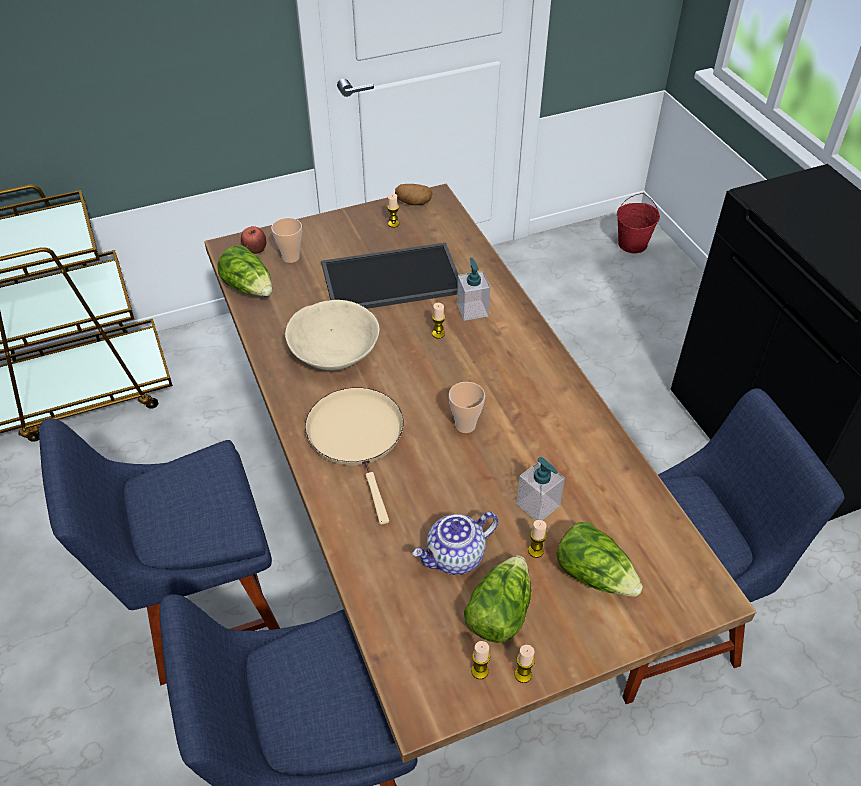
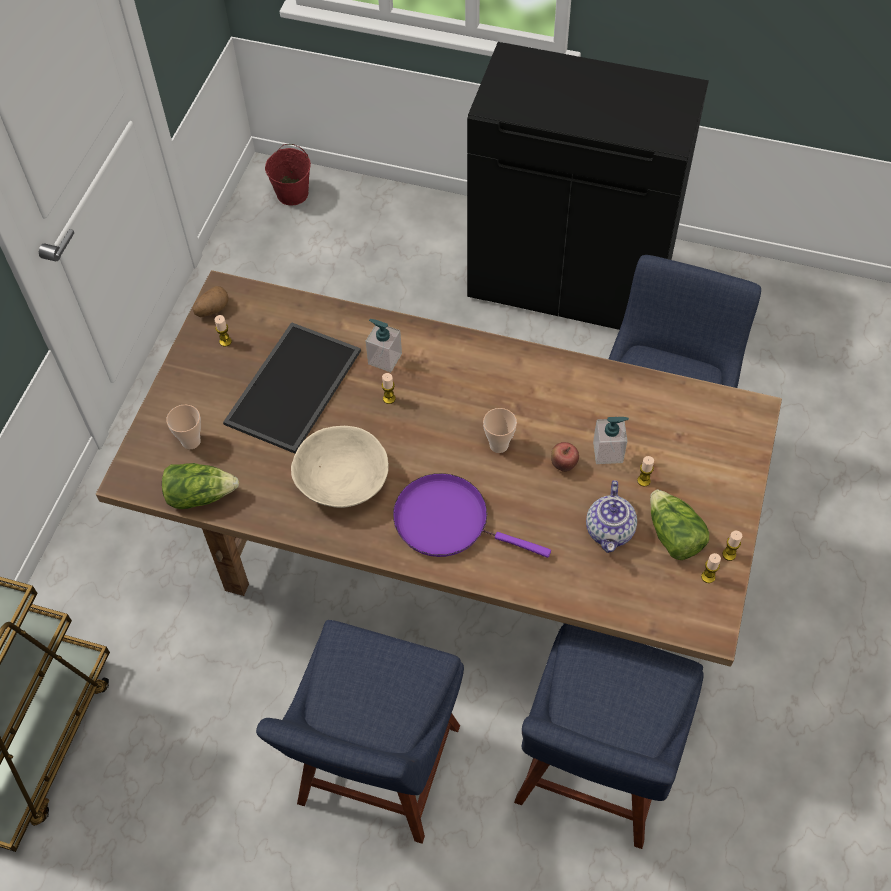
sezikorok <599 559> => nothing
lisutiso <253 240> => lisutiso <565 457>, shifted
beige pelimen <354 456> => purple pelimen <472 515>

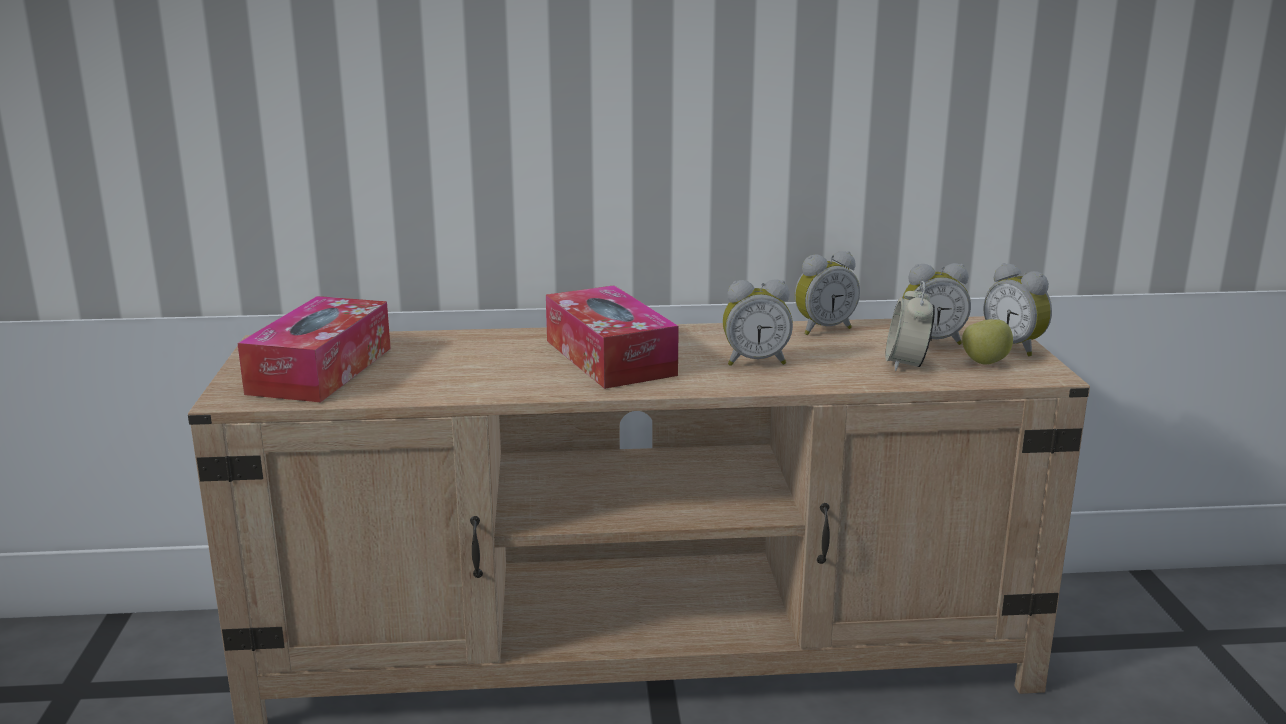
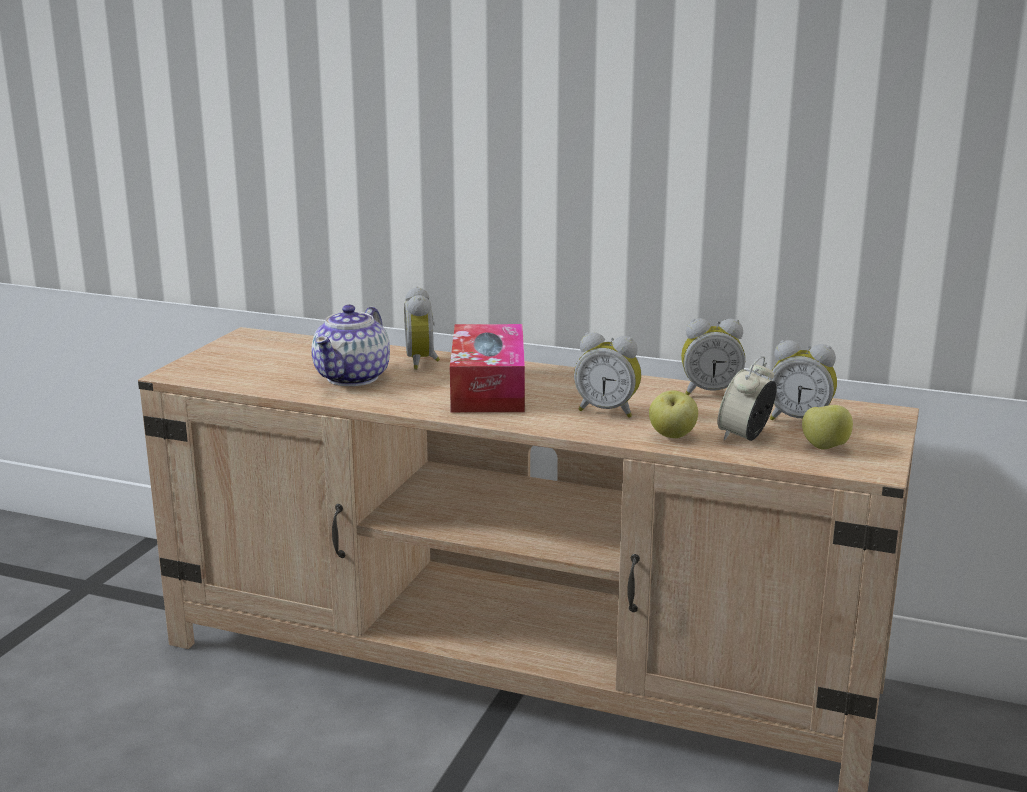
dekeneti <314 349> => nothing
nothing => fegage <350 345>
nothing => lisutiso <673 414>
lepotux <1018 310> => lepotux <422 328>, shifted

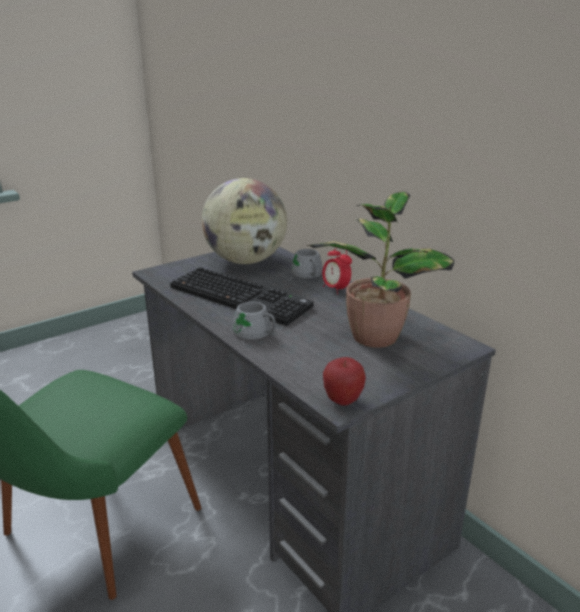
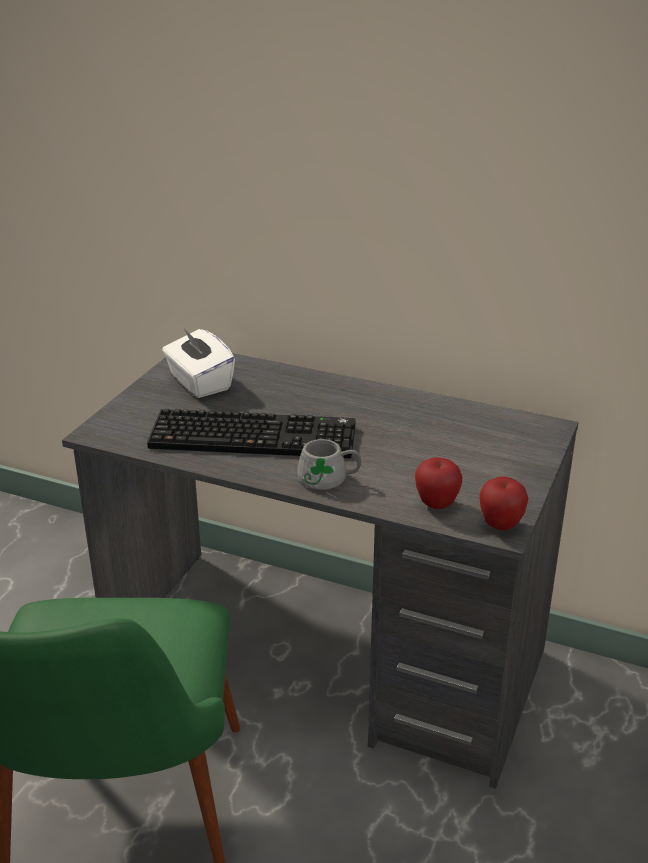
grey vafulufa <306 265> => nothing
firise <380 270> => nothing
lepotux <337 270> => nothing
nothing => lisutiso <438 483>
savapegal <244 221> => white dekeneti <198 362>

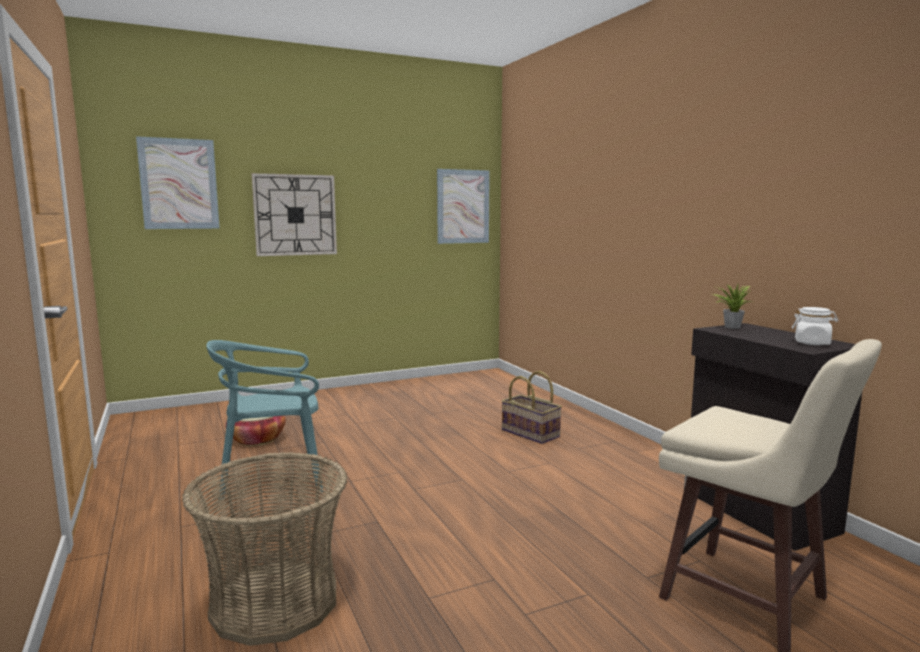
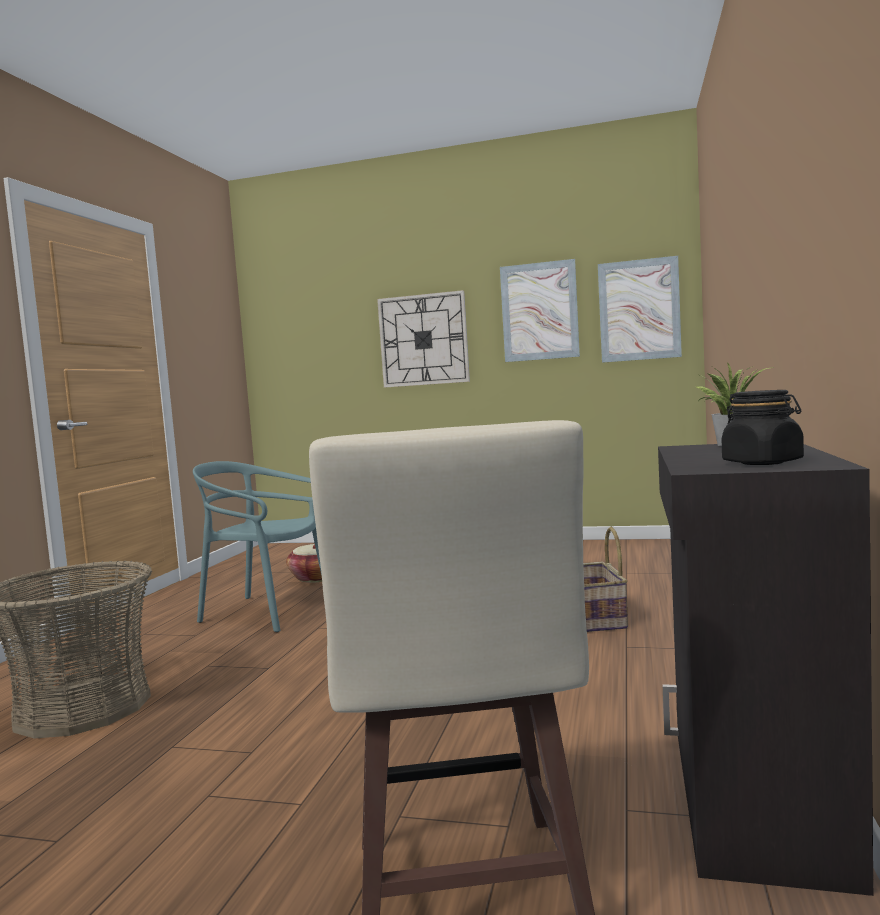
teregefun <178 182> => teregefun <540 310>, shifted
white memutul <815 326> => black memutul <763 427>

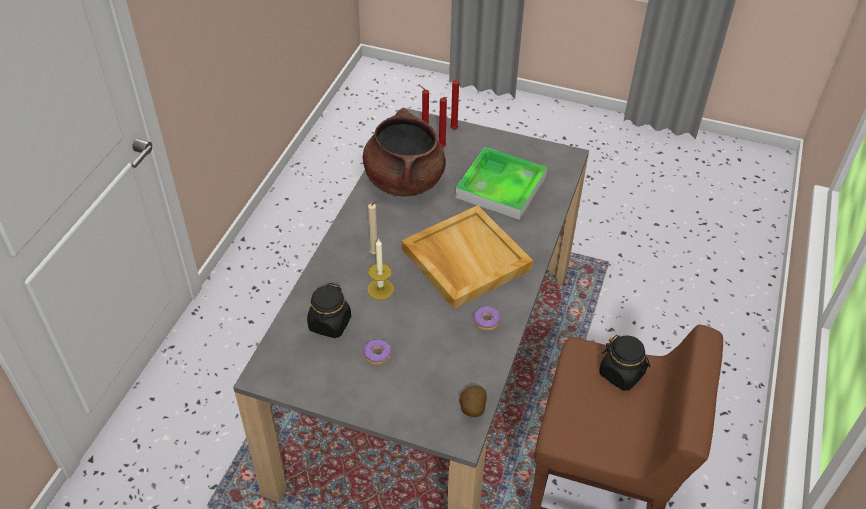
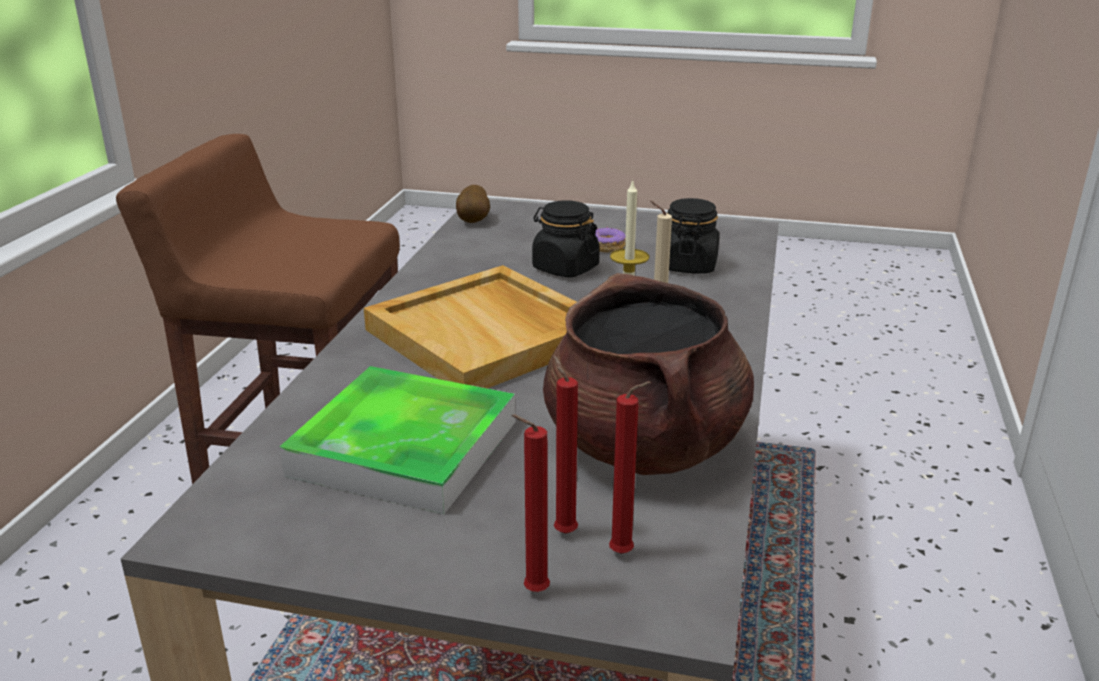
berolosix <487 318> => nothing
black memutul <624 363> => black memutul <566 238>, shifted

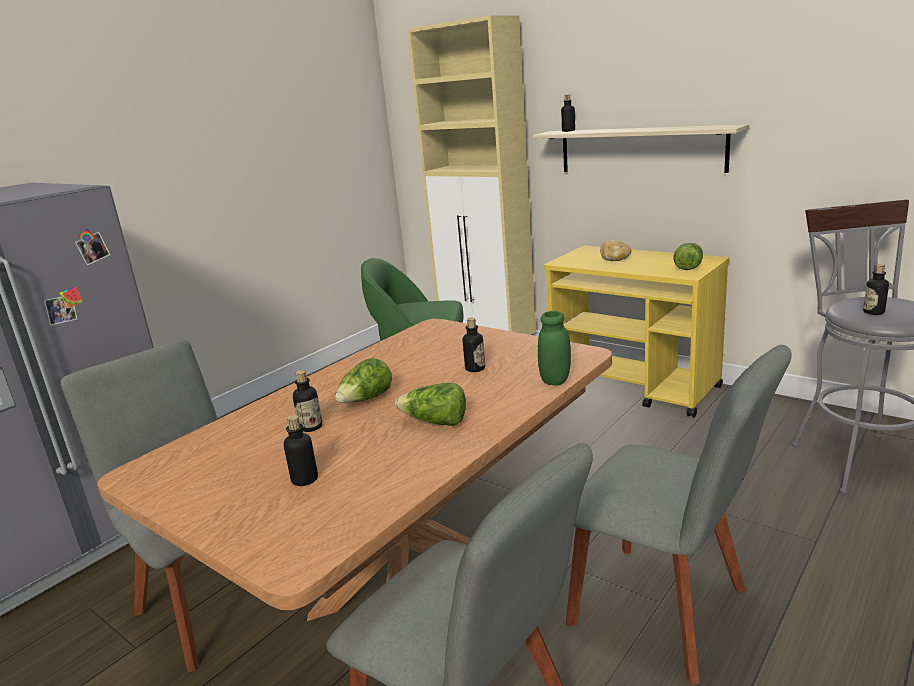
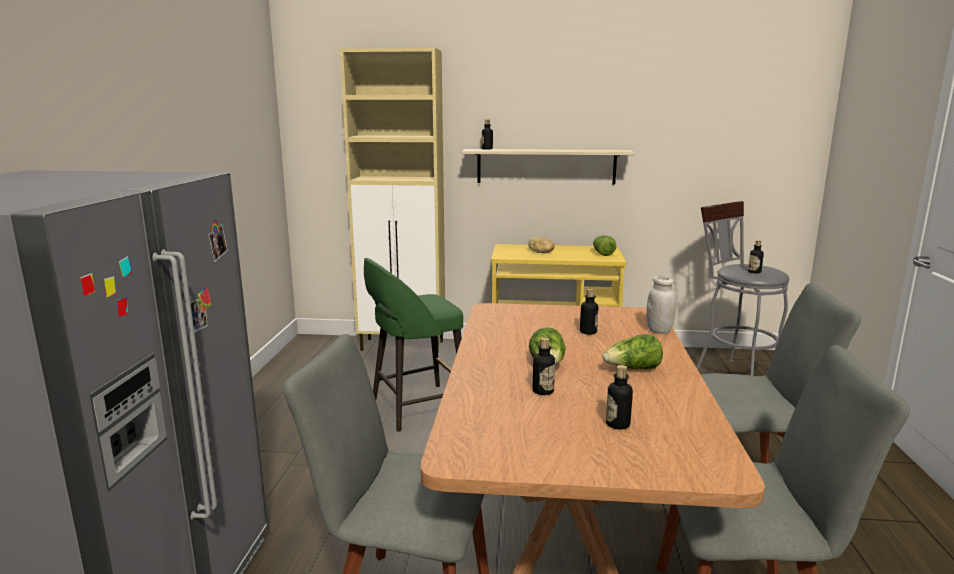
green memutul <554 348> => white memutul <661 305>

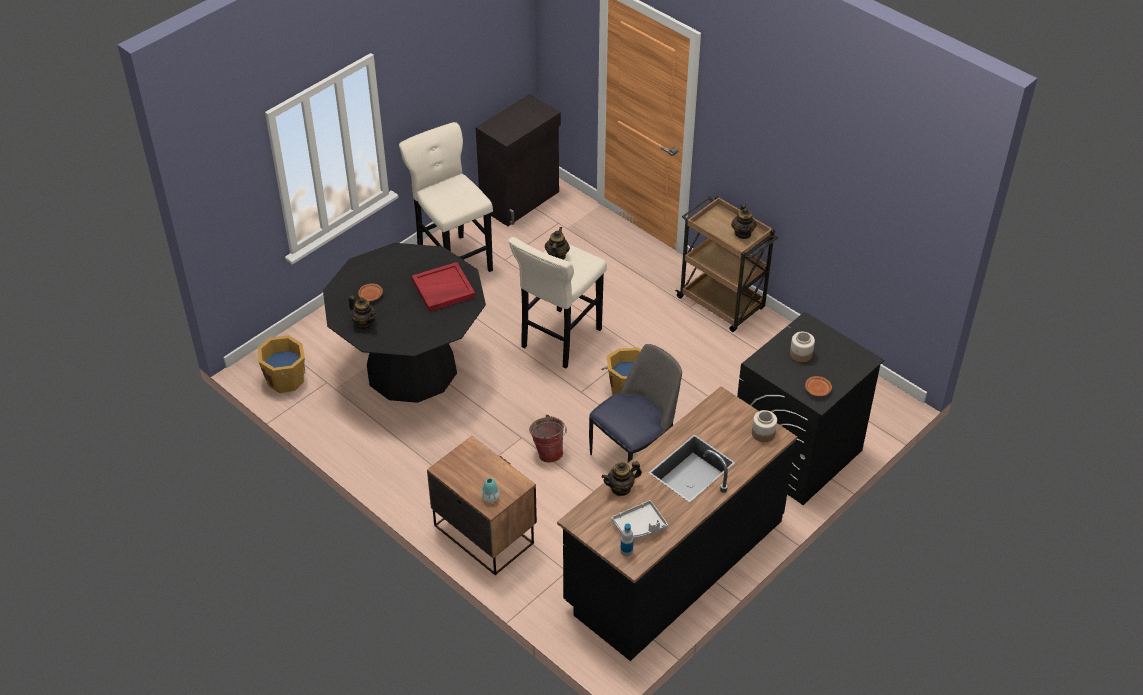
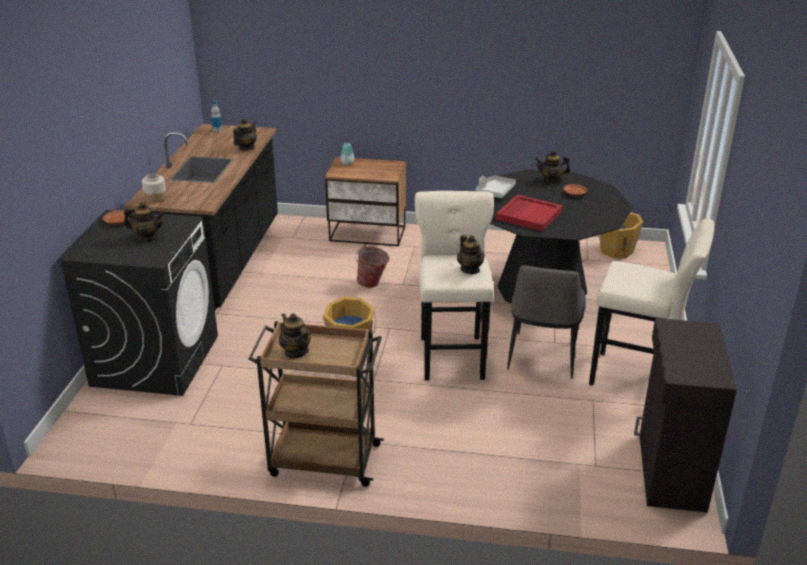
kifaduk <635 403> => kifaduk <546 322>, shifted
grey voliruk <639 520> => grey voliruk <496 187>, shifted
memutul <802 347> => fegage <144 221>

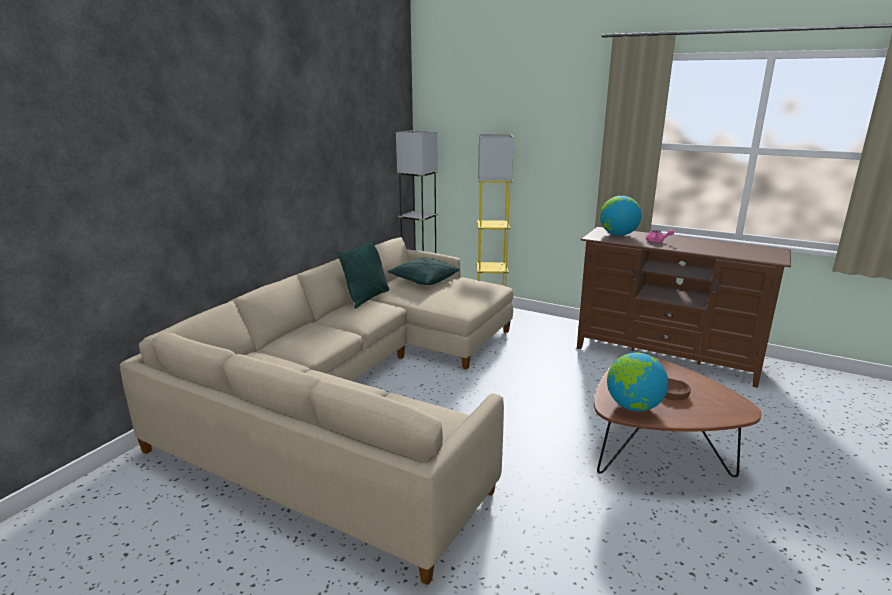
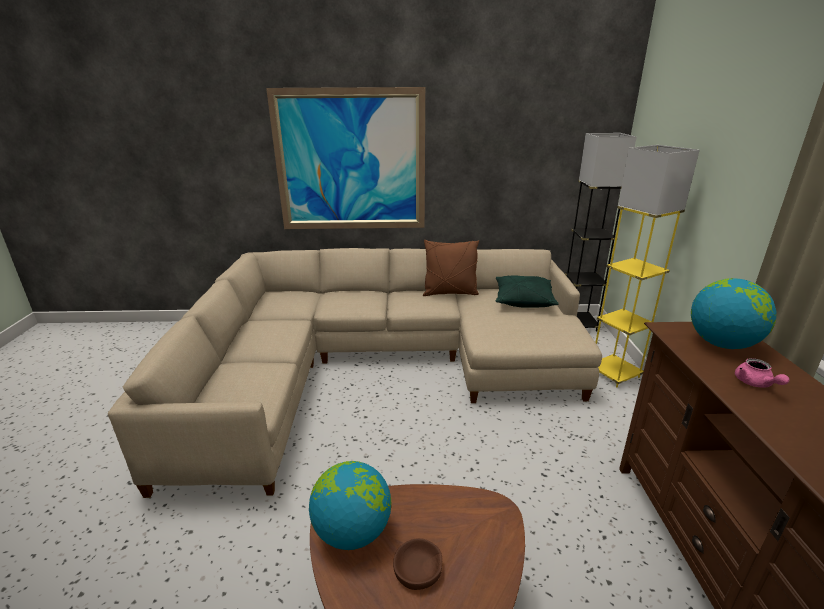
nothing => teregefun <345 158>
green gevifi <363 274> => brown gevifi <451 268>

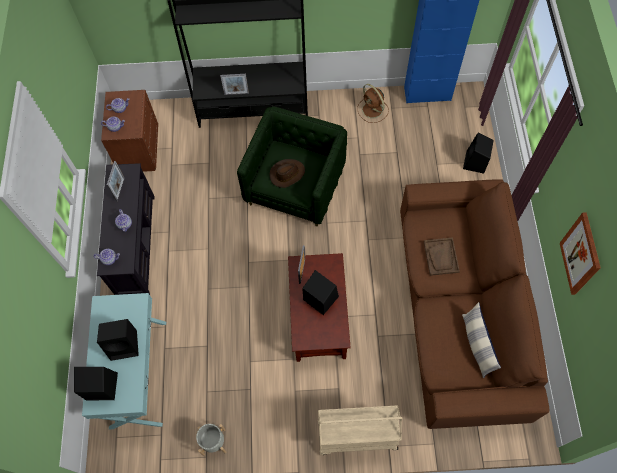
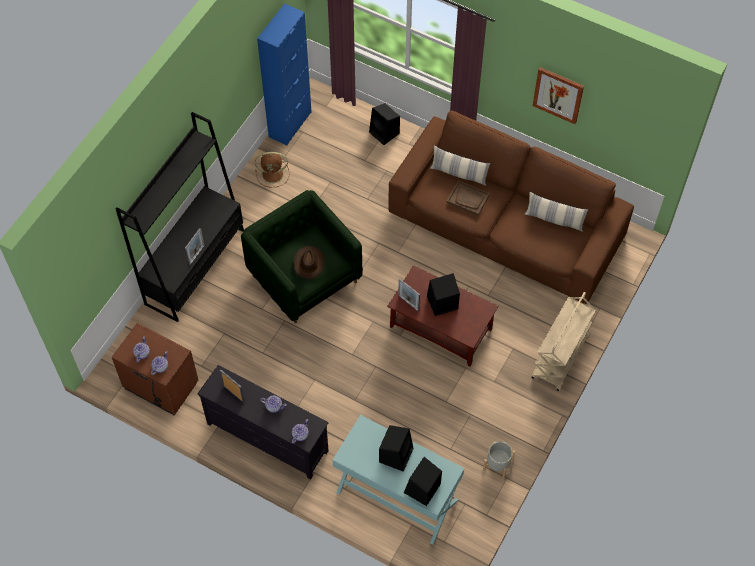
nothing => gevifi <460 165>

